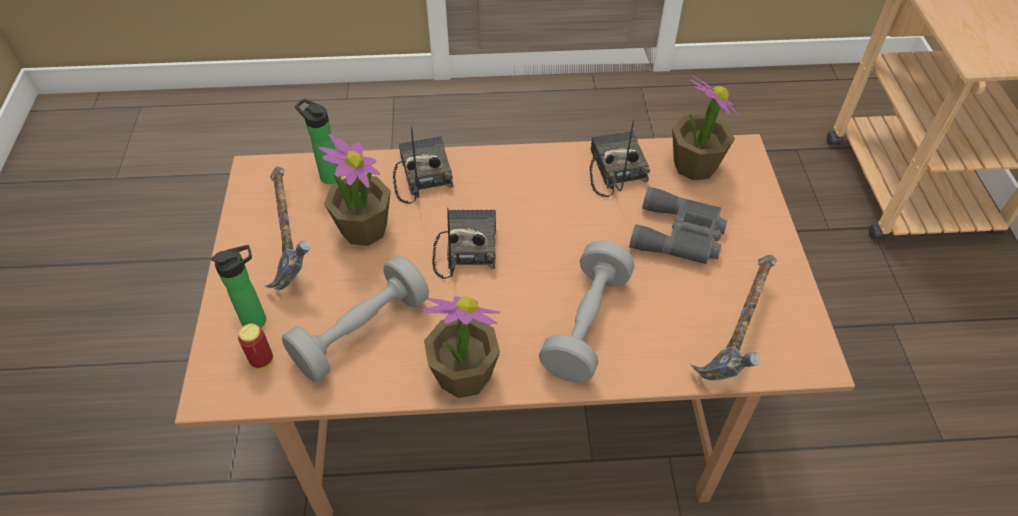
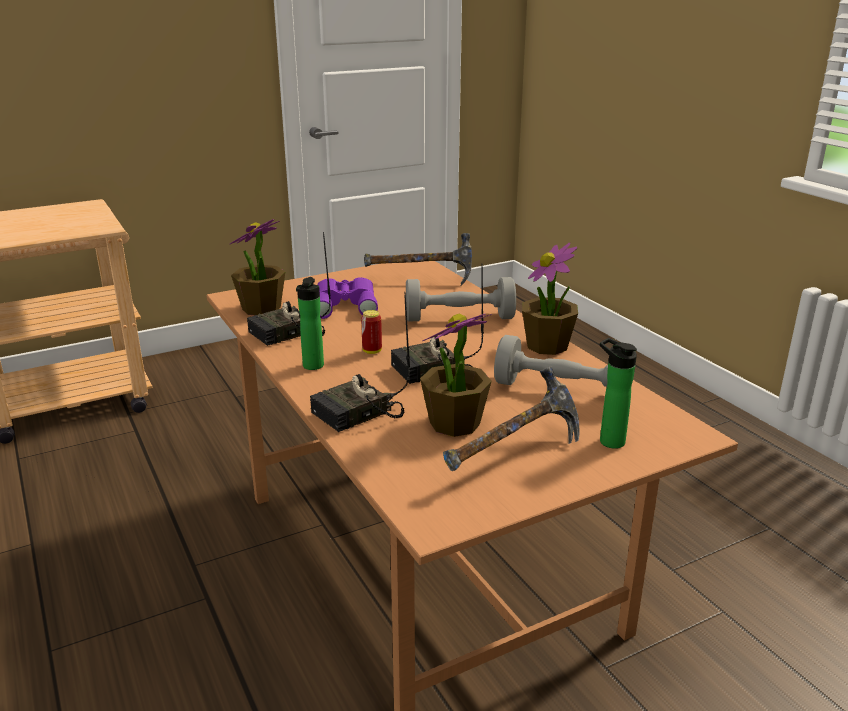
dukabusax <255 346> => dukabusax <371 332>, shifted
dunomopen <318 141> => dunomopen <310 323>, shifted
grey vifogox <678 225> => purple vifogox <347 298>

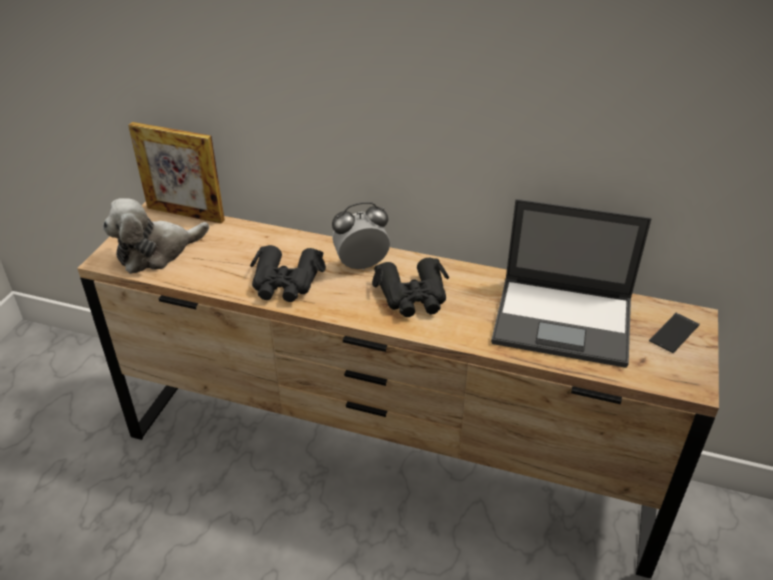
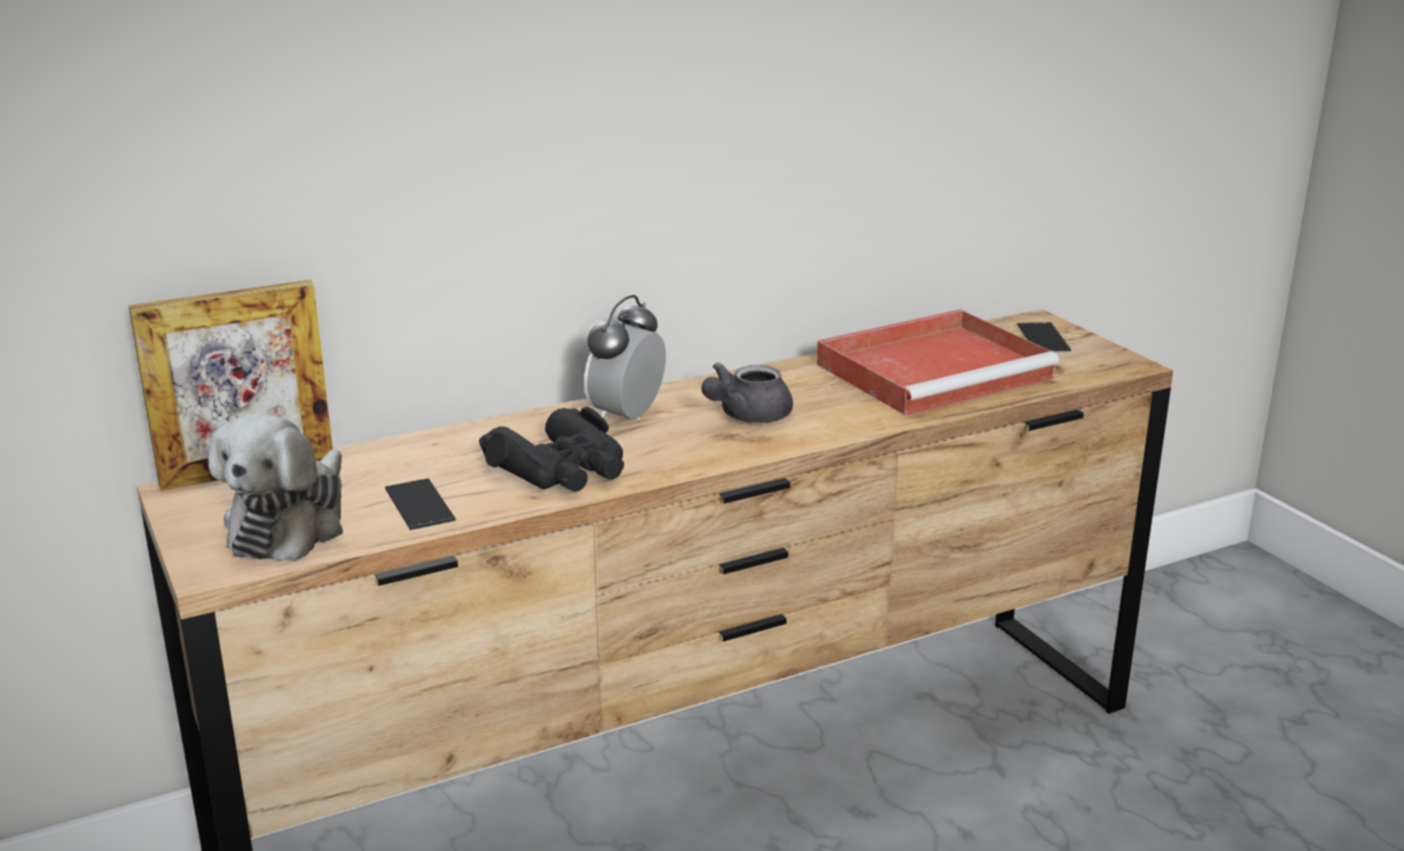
nothing => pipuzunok <420 504>
black vifogox <410 287> => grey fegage <747 392>
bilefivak <571 283> => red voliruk <938 362>

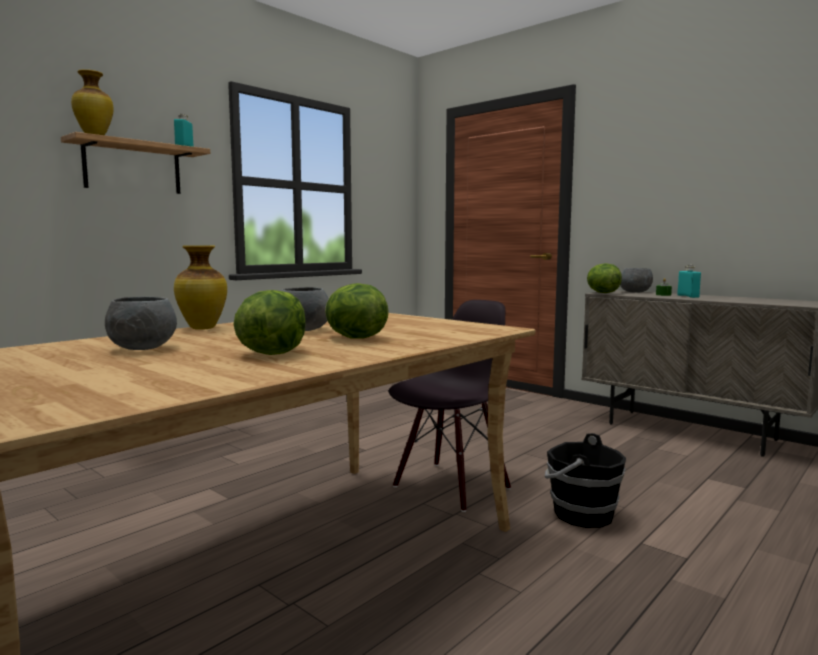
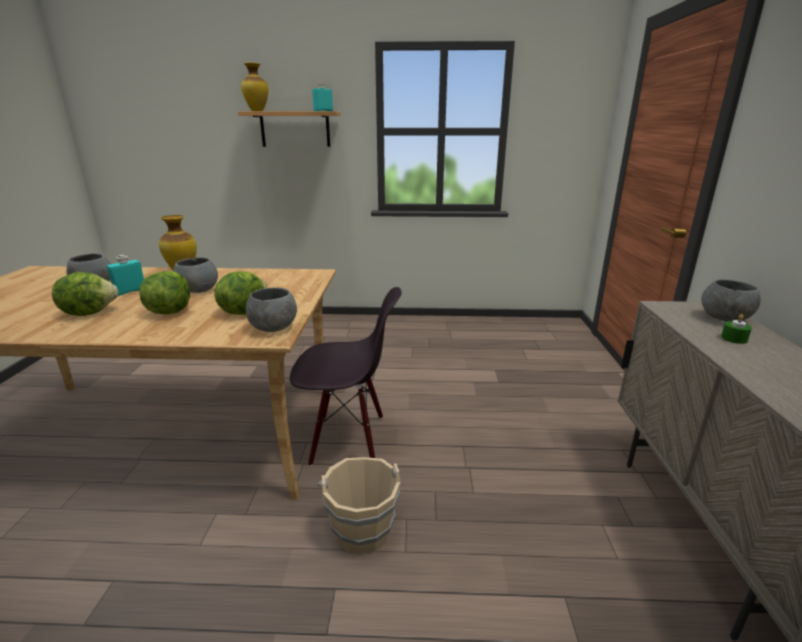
nothing => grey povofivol <271 310>
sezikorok <604 278> => sezikorok <240 293>, shifted
turquoise dunomopen <689 281> => turquoise dunomopen <125 275>, shifted
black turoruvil <585 480> => beige turoruvil <359 505>

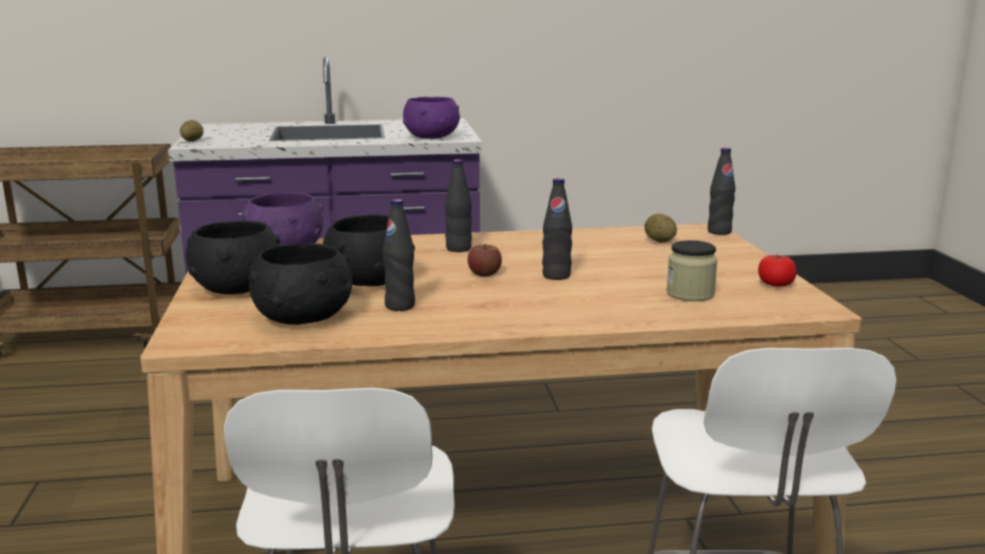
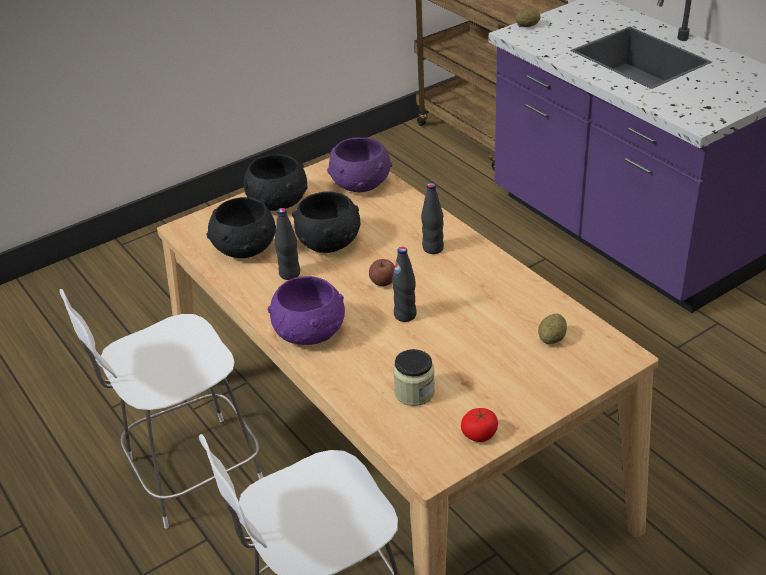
black dunomopen <721 191> => nothing
purple povofivol <431 118> => purple povofivol <306 310>, shifted

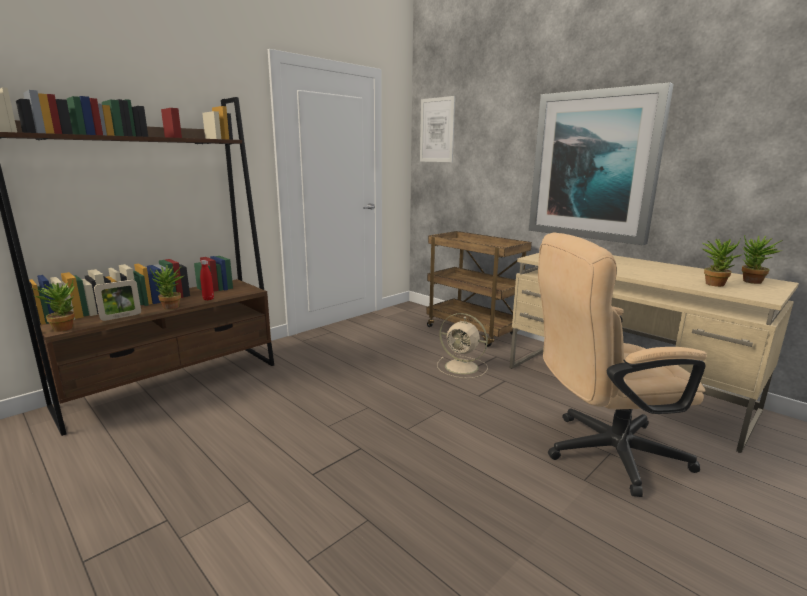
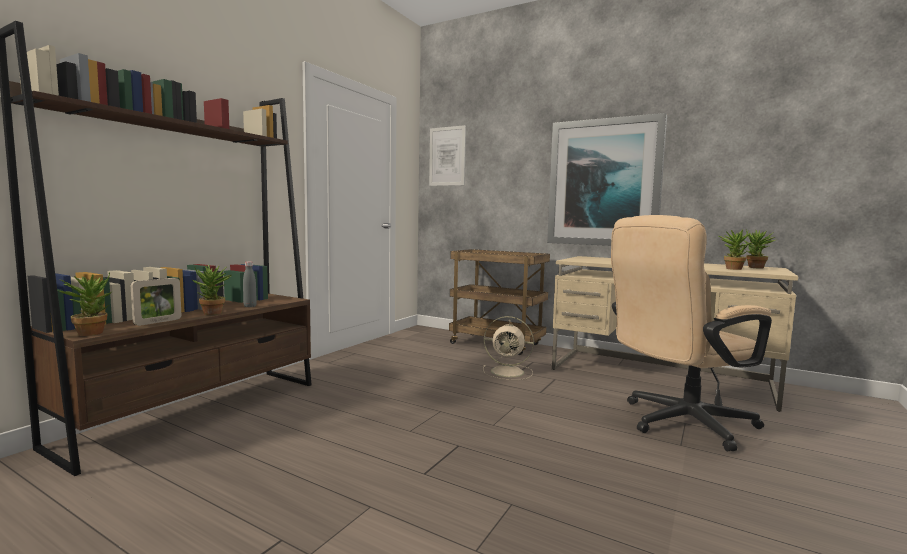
red dunomopen <207 280> => grey dunomopen <250 284>

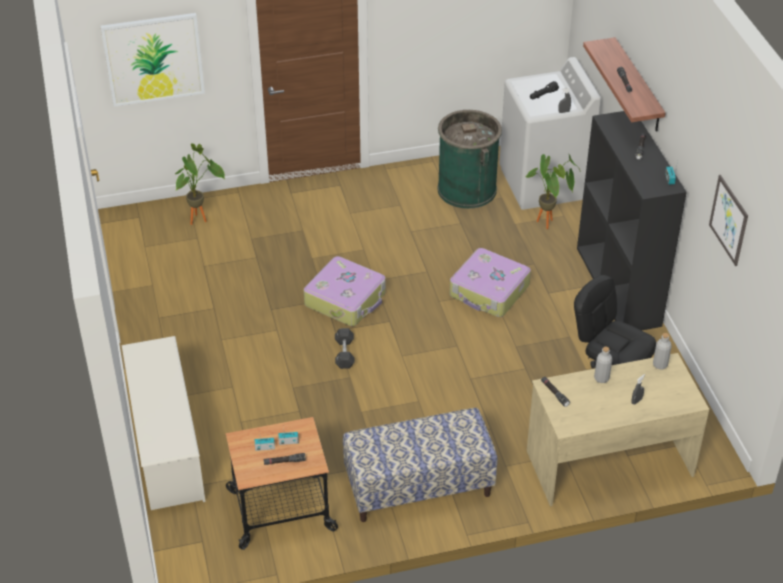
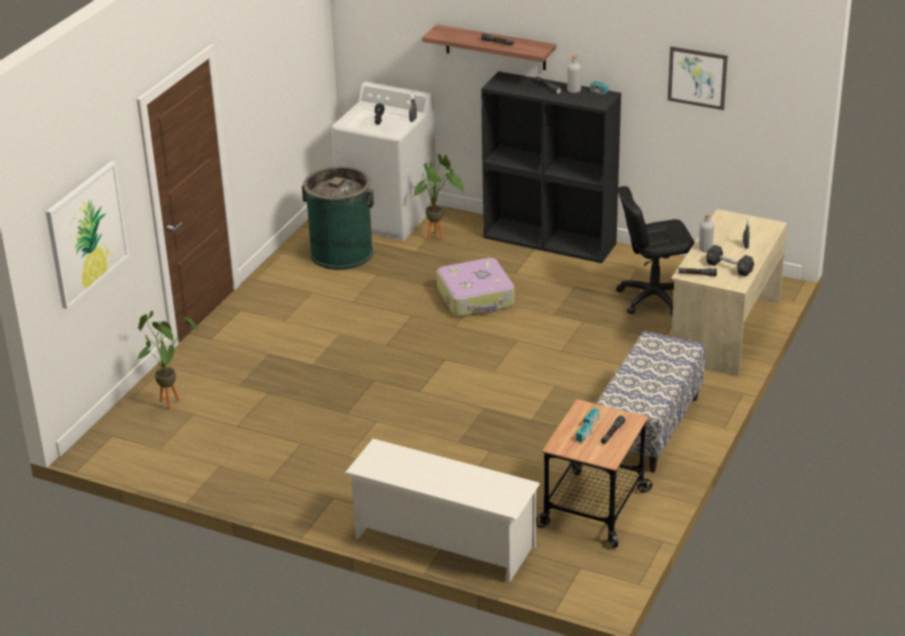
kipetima <345 291> => nothing
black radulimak <345 348> => black radulimak <730 261>, shifted
grey dunomopen <662 351> => grey dunomopen <574 74>, shifted

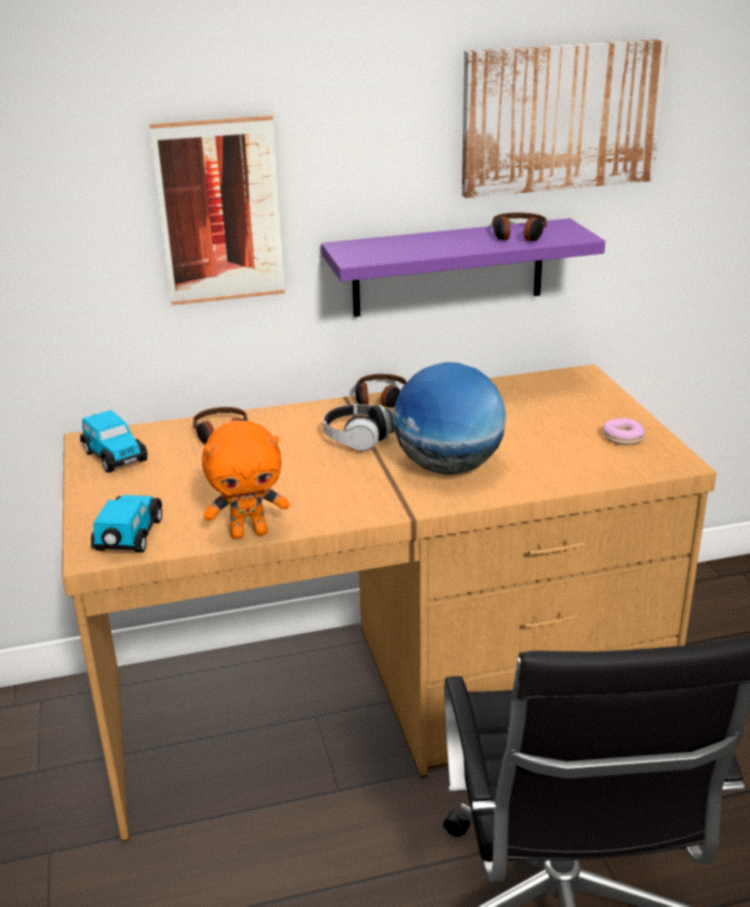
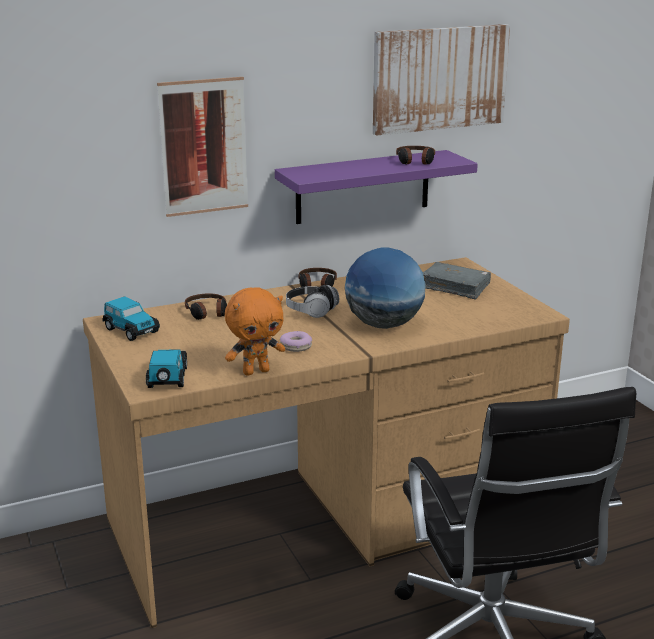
nothing => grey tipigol <457 280>
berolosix <624 431> => berolosix <296 341>, shifted

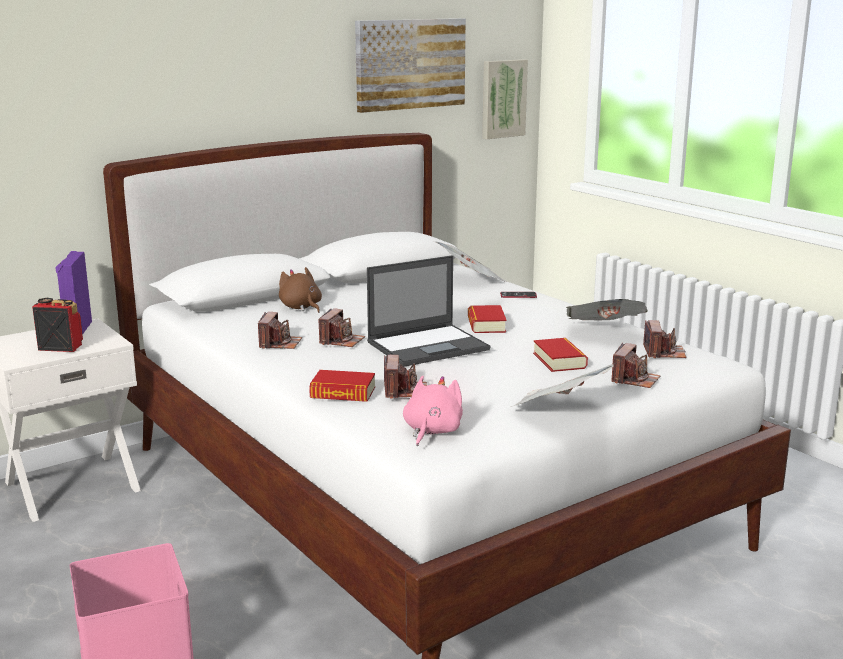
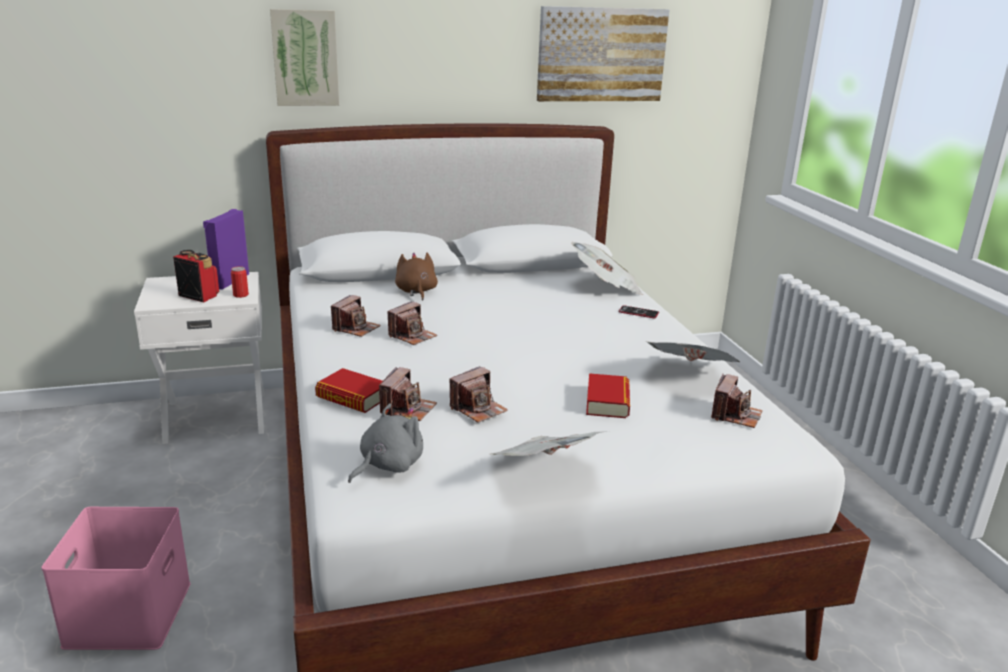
bilefivak <428 311> => nothing
tipigol <487 319> => nothing
nothing => dukabusax <240 282>
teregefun <505 99> => teregefun <304 57>, shifted
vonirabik <636 365> => vonirabik <479 394>, shifted
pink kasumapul <433 411> => grey kasumapul <385 443>

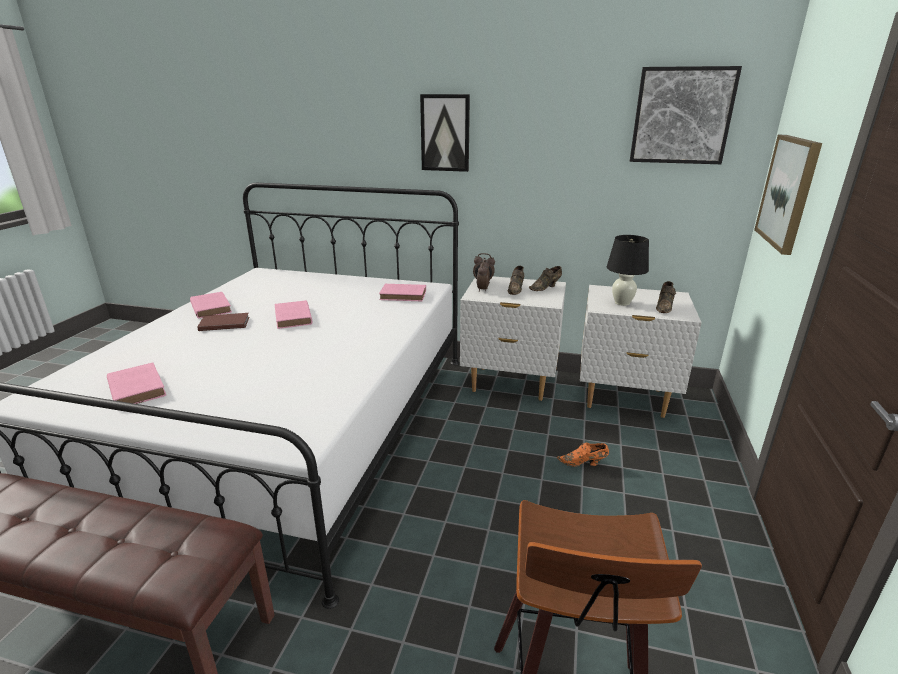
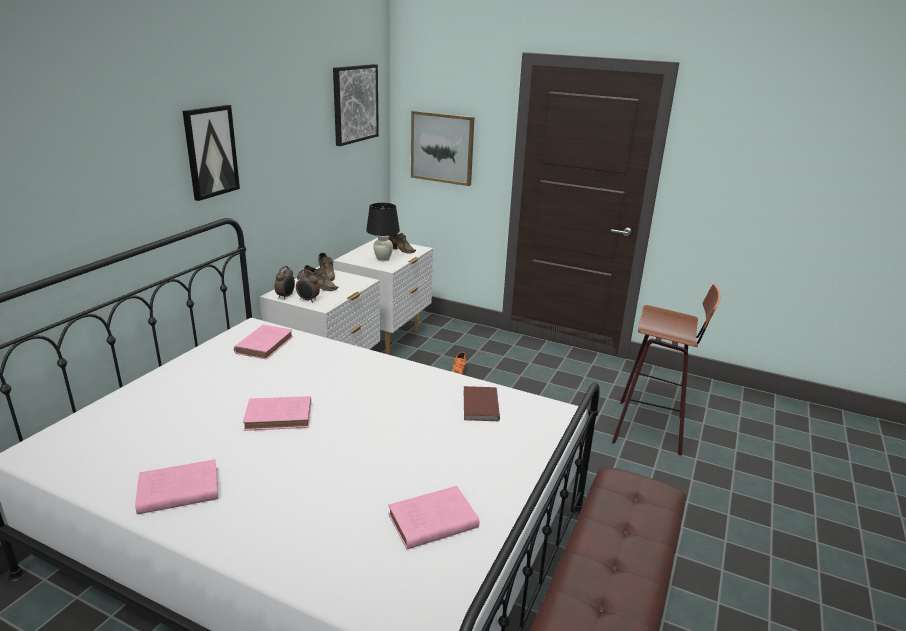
brown tipigol <223 322> => brown tipigol <482 403>, shifted

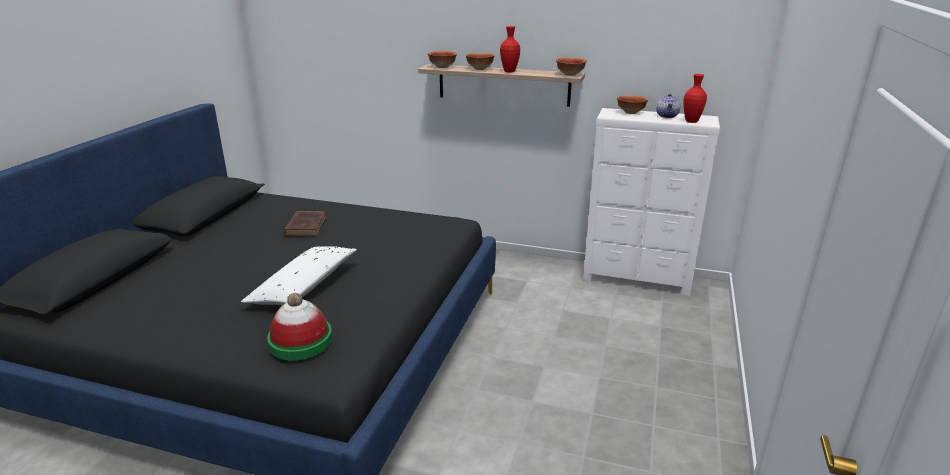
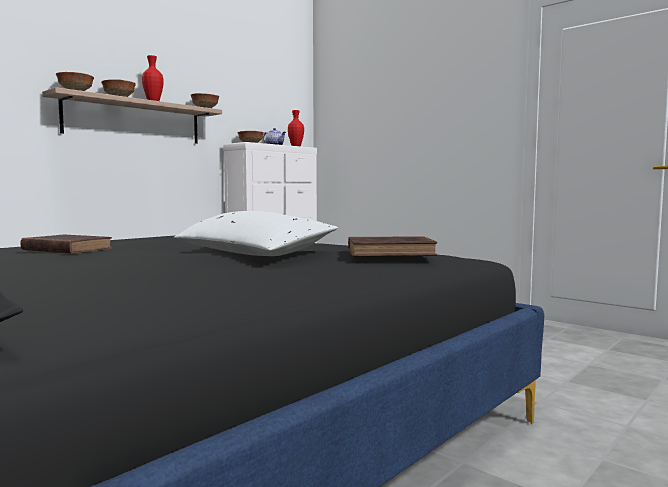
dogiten <299 326> => brown tipigol <392 246>

